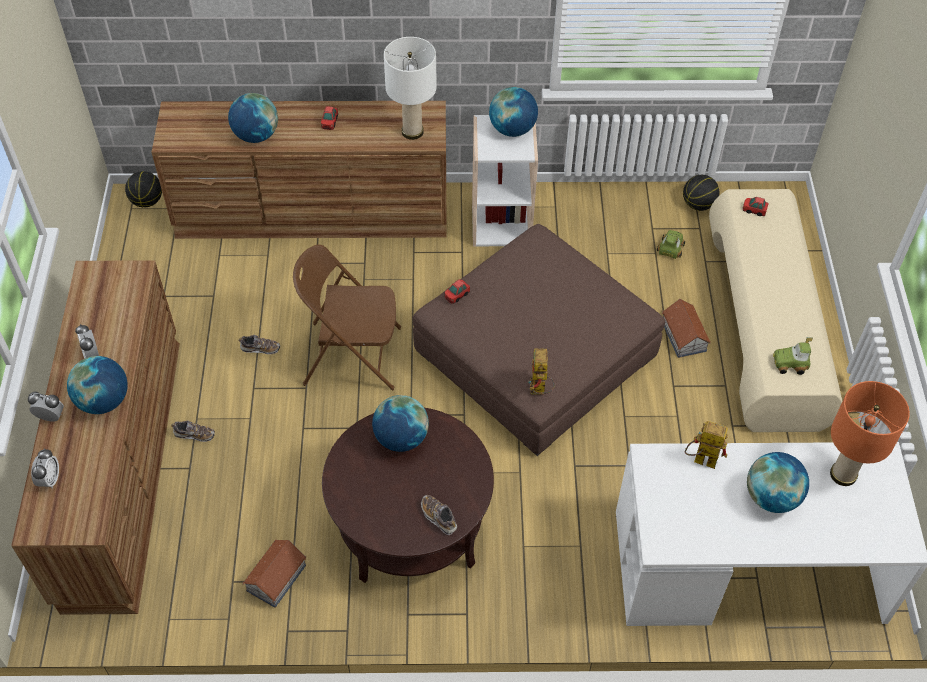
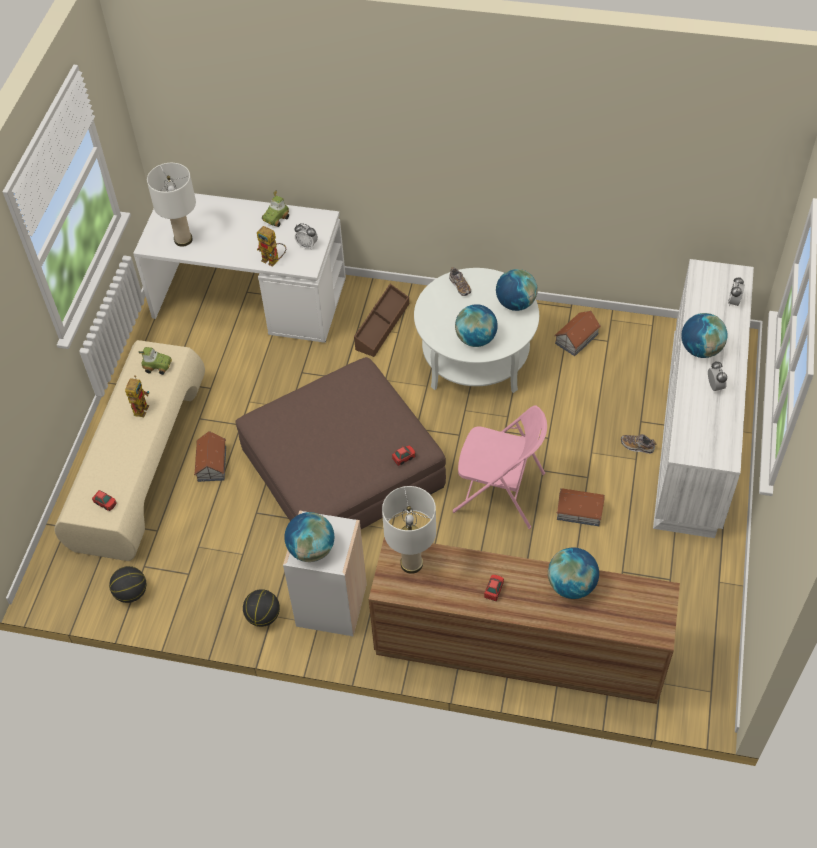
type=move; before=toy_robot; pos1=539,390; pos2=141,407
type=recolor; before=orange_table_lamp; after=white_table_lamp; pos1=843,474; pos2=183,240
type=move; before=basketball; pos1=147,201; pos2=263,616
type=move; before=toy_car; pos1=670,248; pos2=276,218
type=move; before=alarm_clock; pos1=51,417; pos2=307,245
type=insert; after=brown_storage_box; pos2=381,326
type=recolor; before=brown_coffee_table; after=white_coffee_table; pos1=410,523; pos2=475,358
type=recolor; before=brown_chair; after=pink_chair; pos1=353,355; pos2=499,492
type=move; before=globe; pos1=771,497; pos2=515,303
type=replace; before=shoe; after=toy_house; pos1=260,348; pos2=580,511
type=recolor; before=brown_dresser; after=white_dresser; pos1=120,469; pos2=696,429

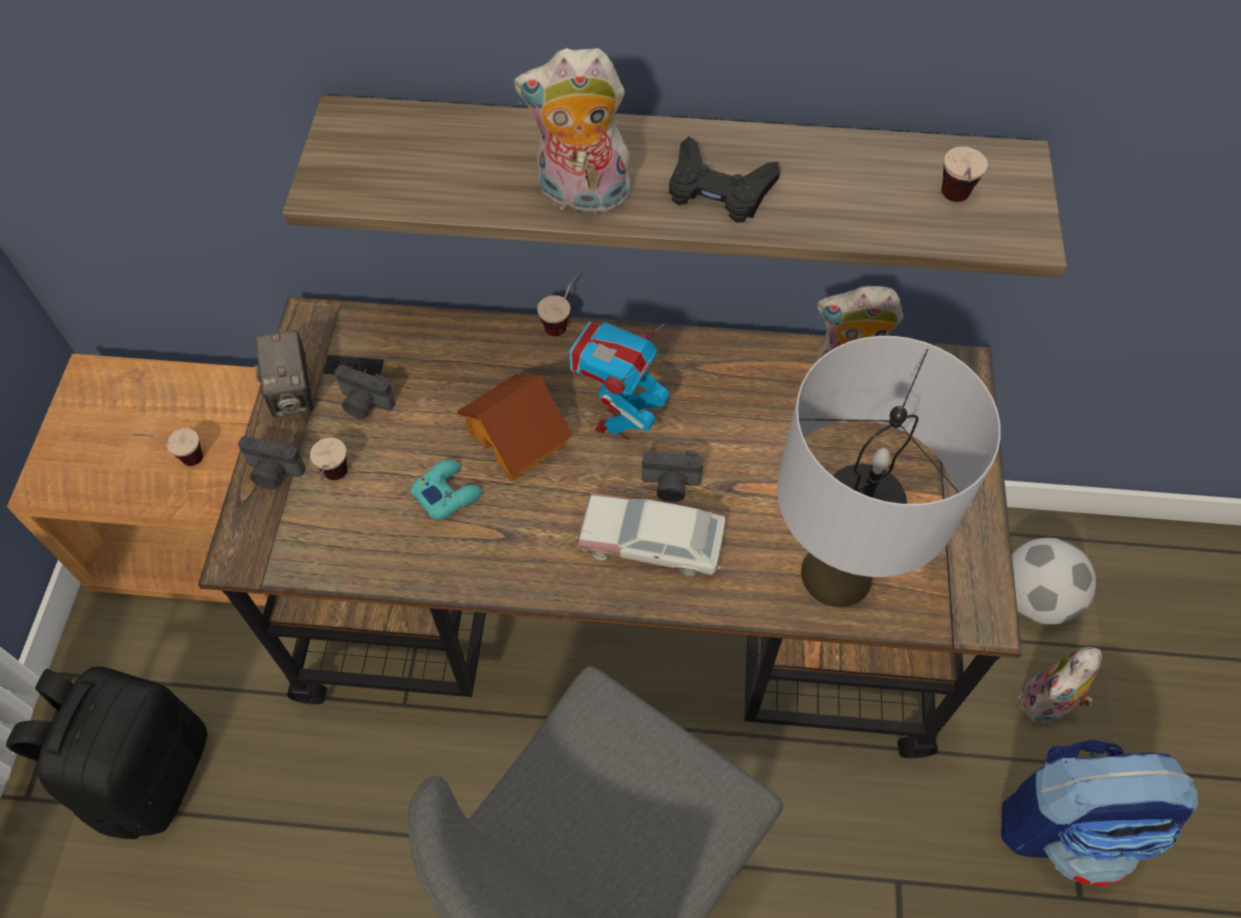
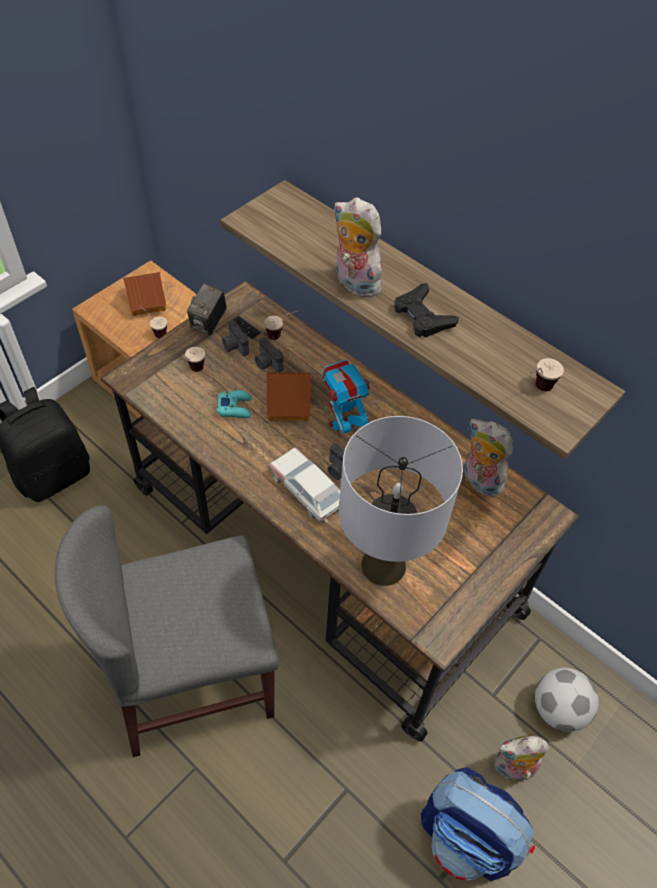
type=insert; after=toy_house; pos2=145,301
type=move; before=photo_camera; pos1=273,473; pos2=267,363
type=move; before=cup; pos1=564,320; pos2=281,334

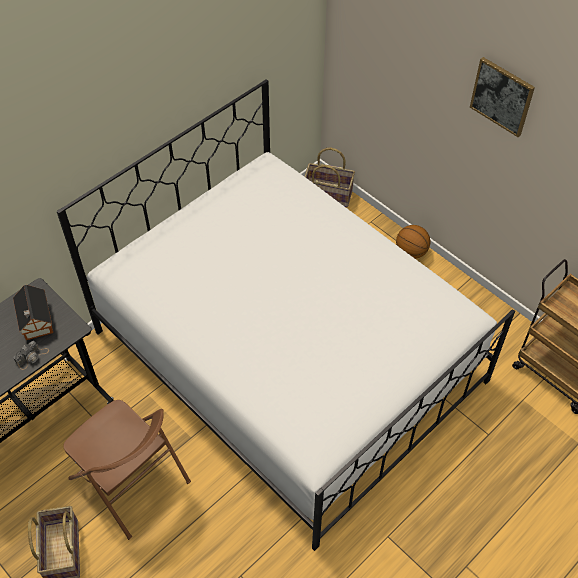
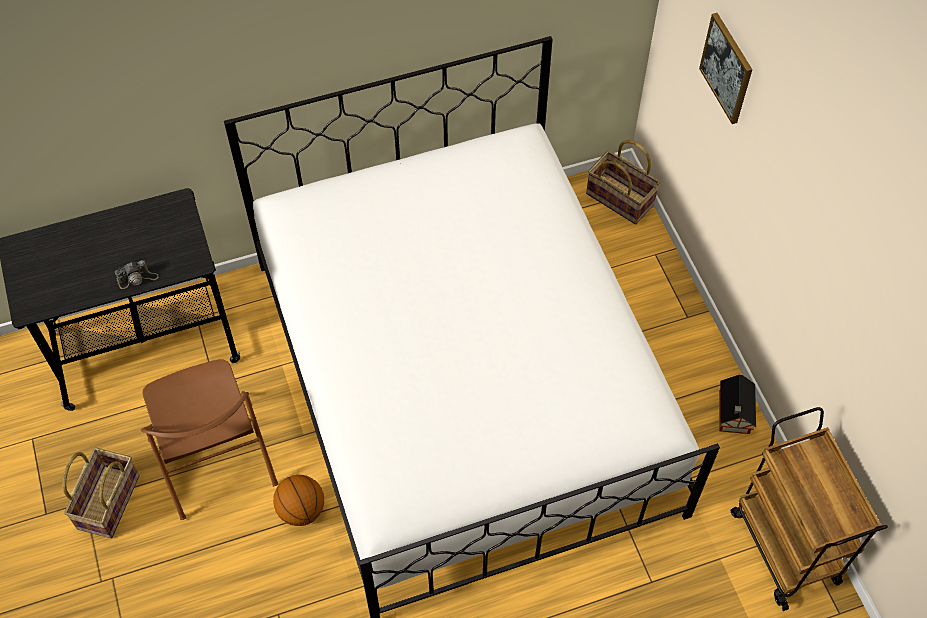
type=move; before=basketball; pos1=411,252; pos2=301,510
type=move; before=picture; pos1=502,96; pos2=727,68
type=move; before=toy_house; pos1=36,322; pos2=733,414

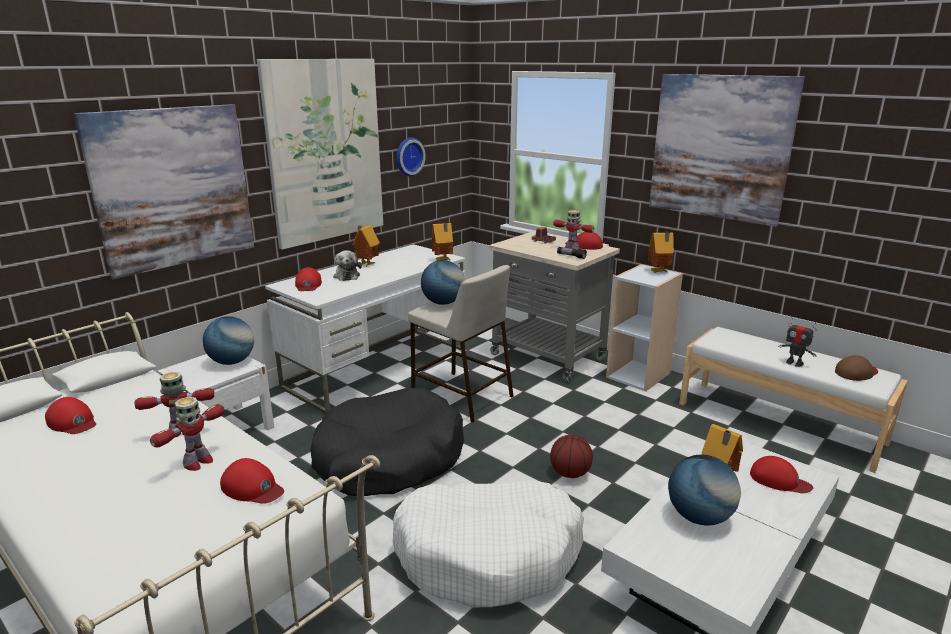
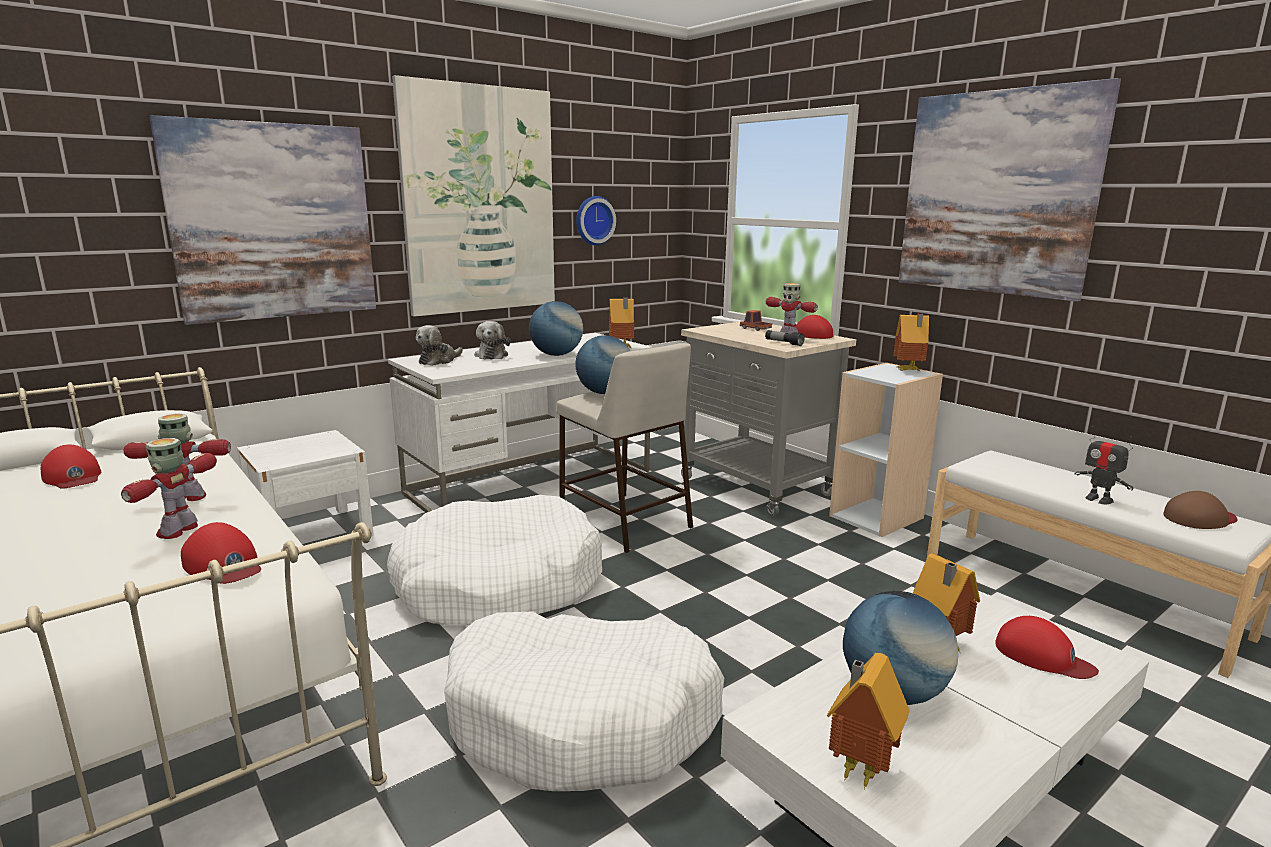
type=rotate; before=toy_robot; pos1=197,462; pos2=179,530; turn=150
type=recolor; before=black_dog_bed; after=white_dog_bed; pos1=389,458; pos2=498,584
type=replace; before=red_cap; after=plush_toy; pos1=308,285; pos2=438,361
type=move; before=globe; pos1=232,362; pos2=556,355
type=move; before=toy_house; pos1=366,265; pos2=857,769
type=delete; before=basketball; pos1=570,473

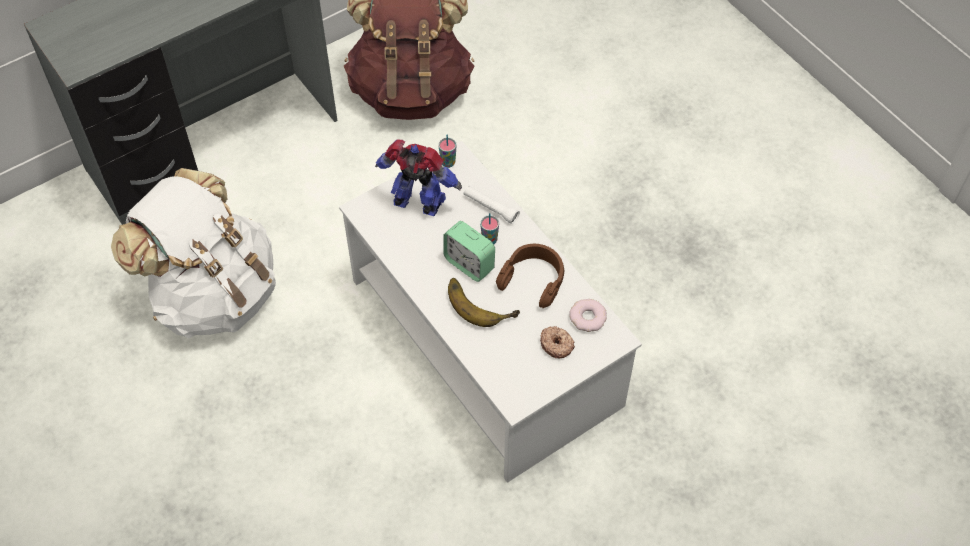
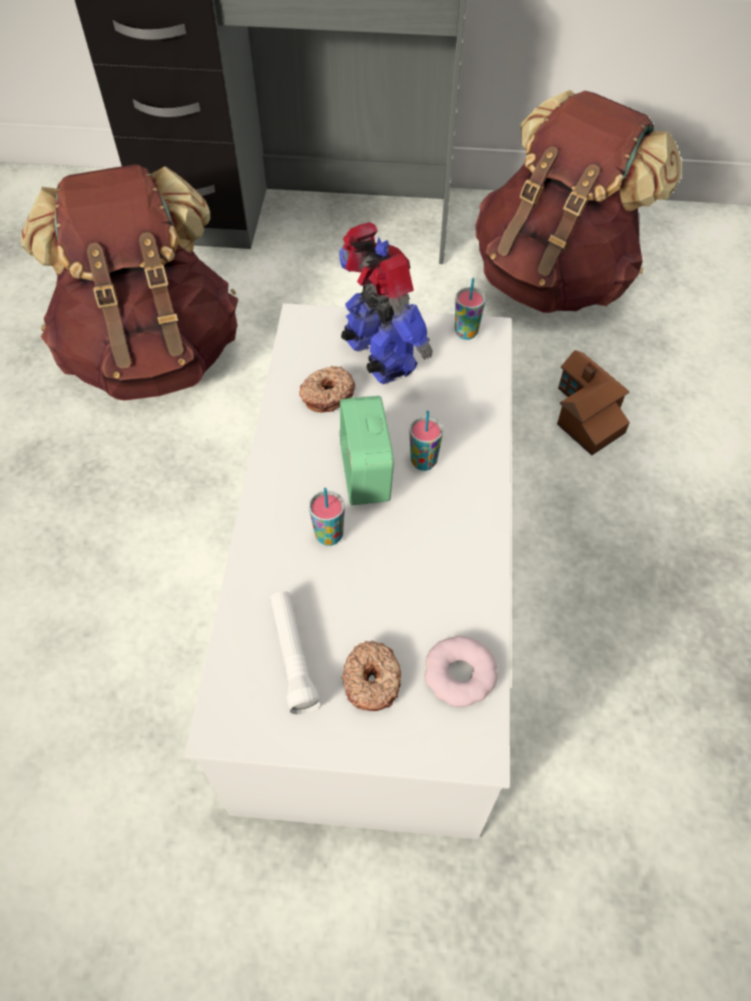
type=recolor; before=white_backpack; after=brown_backpack; pos1=214,294; pos2=154,354
type=move; before=white_flashlight; pos1=490,208; pos2=293,656
type=insert; after=donut; pos2=327,394
type=replace; before=banana; after=cup; pos1=481,302; pos2=329,535
type=insert; after=toy_house; pos2=585,414
type=delete; before=brown_headphones; pos1=533,279

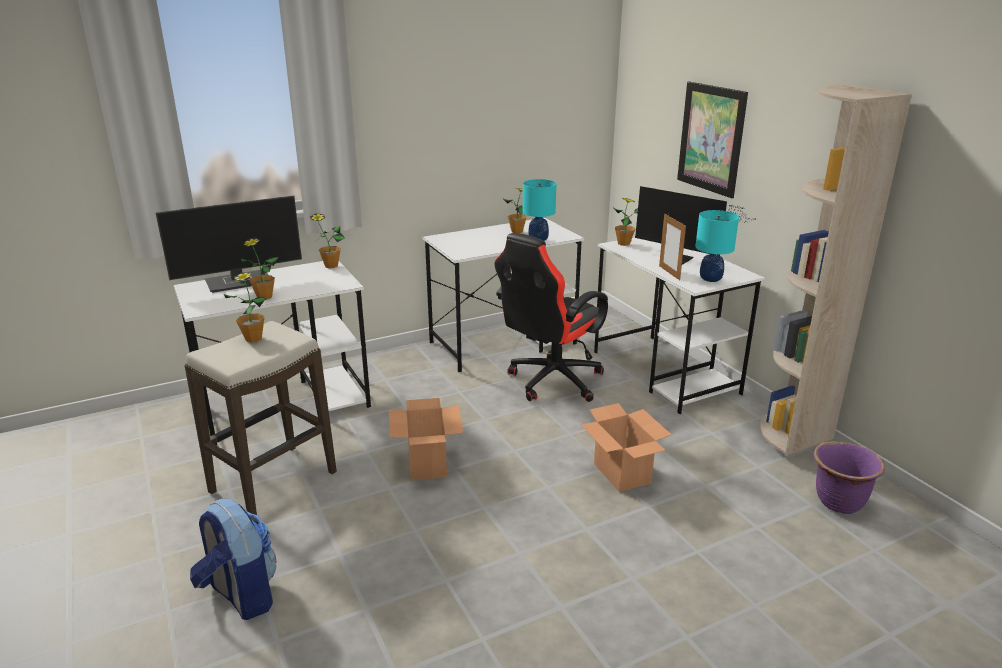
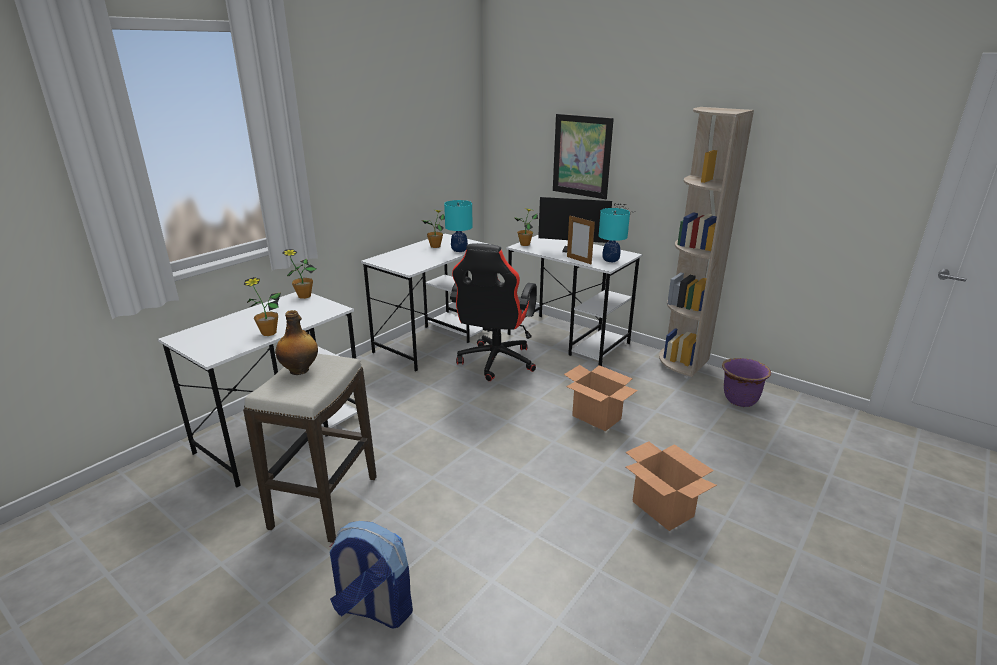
type=replace; before=potted_plant; after=bottle; pos1=253,338; pos2=300,370
type=move; before=cardboard_box; pos1=427,463; pos2=661,508
type=delete; before=monitor; pos1=240,281

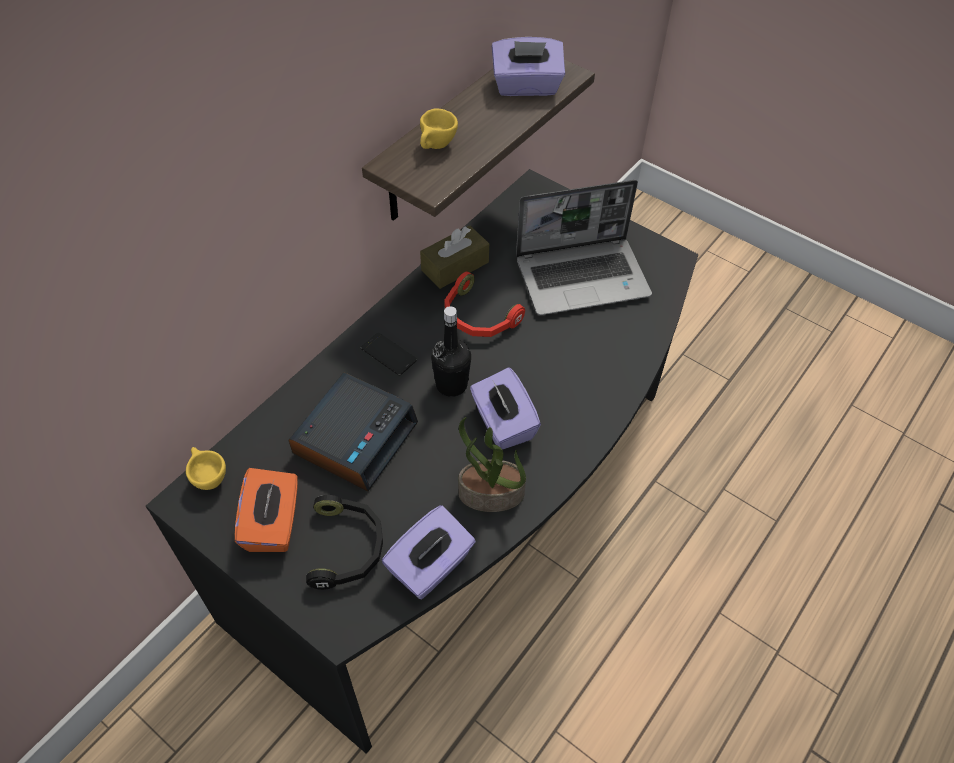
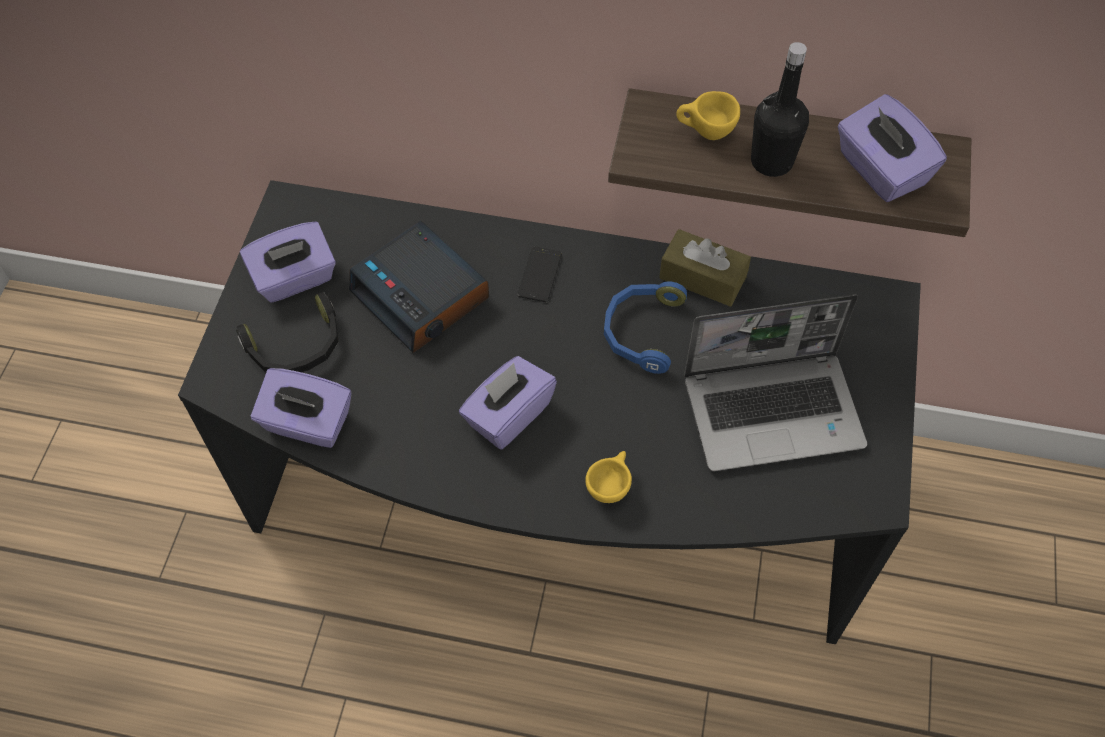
type=recolor; before=orange_tissue_box; after=purple_tissue_box; pos1=273,524; pos2=295,279
type=rotate; before=alarm_clock; pos1=355,437; pos2=422,295; turn=45
type=move; before=yellow_cup; pos1=208,478; pos2=609,487
type=recolor; before=red_headphones; after=blue_headphones; pos1=478,317; pos2=641,331
type=rotate; before=laptop; pos1=583,277; pos2=774,410; turn=-60
type=move; before=black_bottle; pos1=451,385; pos2=771,162
type=delete; before=potted_plant; pos1=490,495

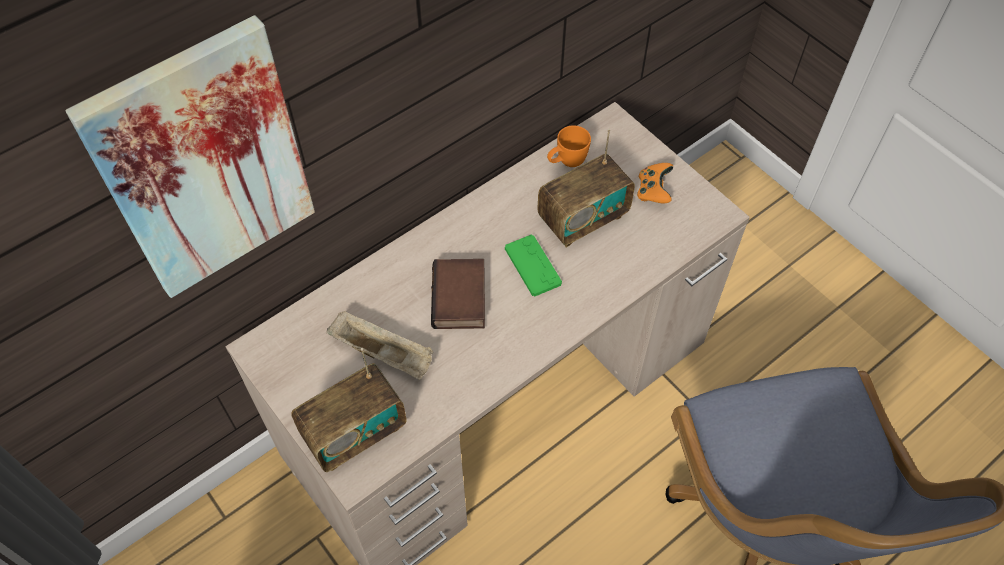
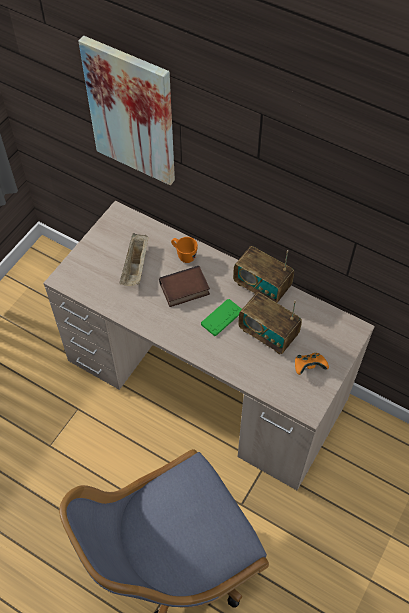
type=move; before=orange_mug; pos1=566,163; pos2=183,256
type=move; before=radio; pos1=355,433; pos2=262,287

